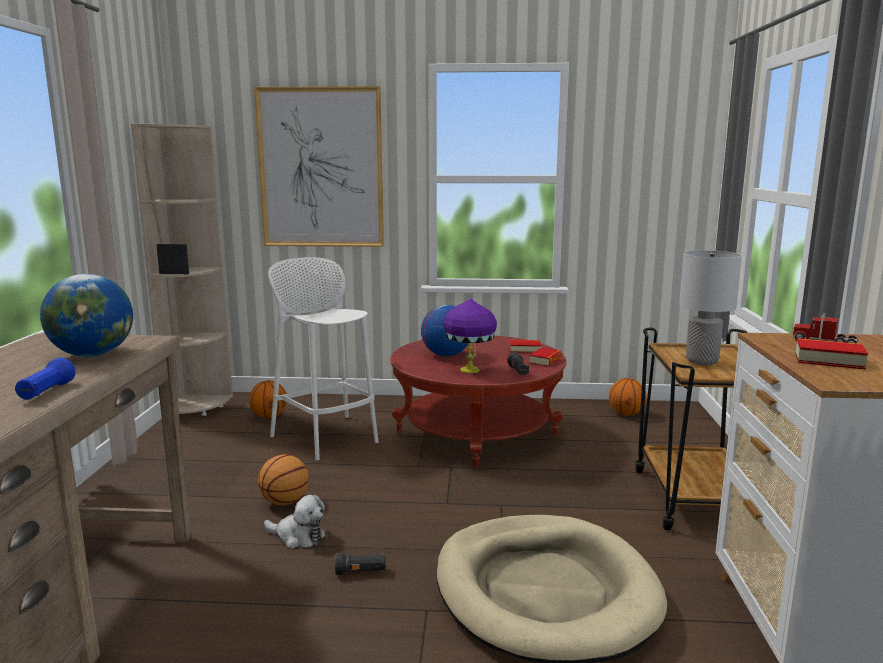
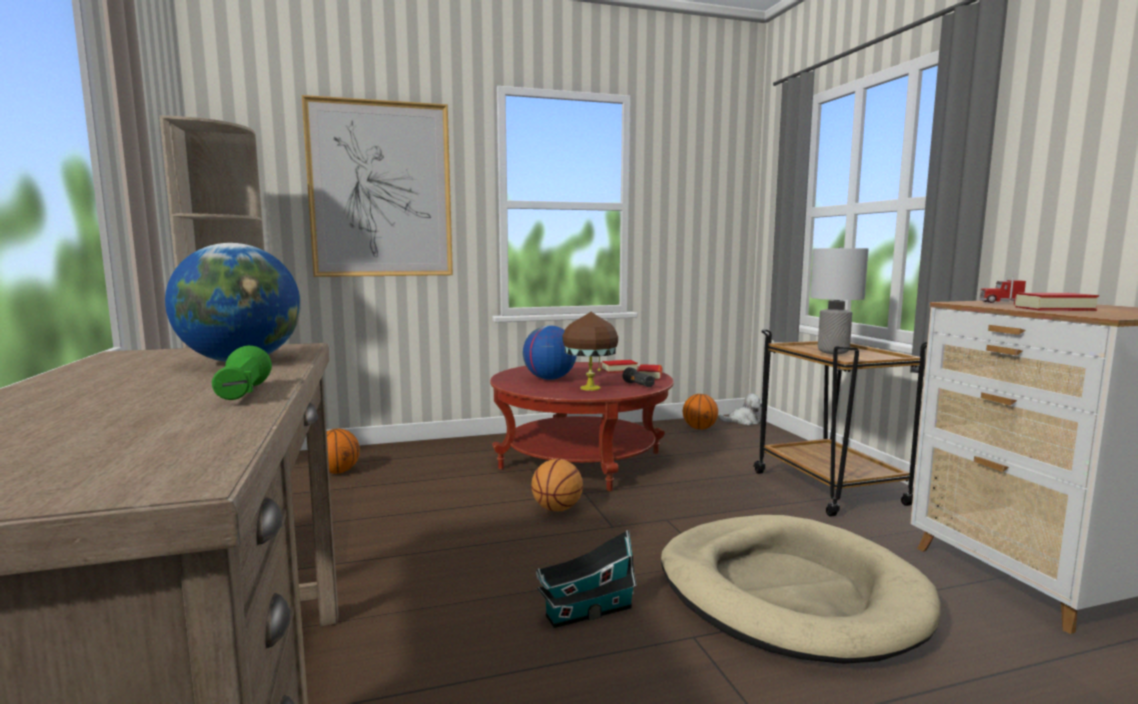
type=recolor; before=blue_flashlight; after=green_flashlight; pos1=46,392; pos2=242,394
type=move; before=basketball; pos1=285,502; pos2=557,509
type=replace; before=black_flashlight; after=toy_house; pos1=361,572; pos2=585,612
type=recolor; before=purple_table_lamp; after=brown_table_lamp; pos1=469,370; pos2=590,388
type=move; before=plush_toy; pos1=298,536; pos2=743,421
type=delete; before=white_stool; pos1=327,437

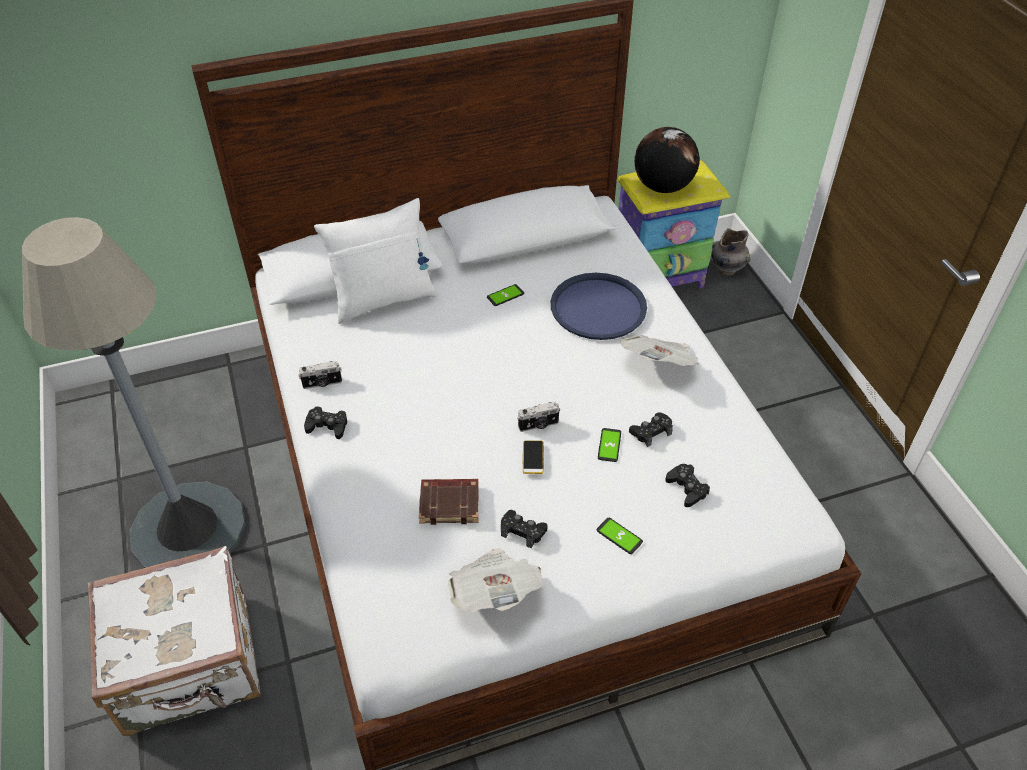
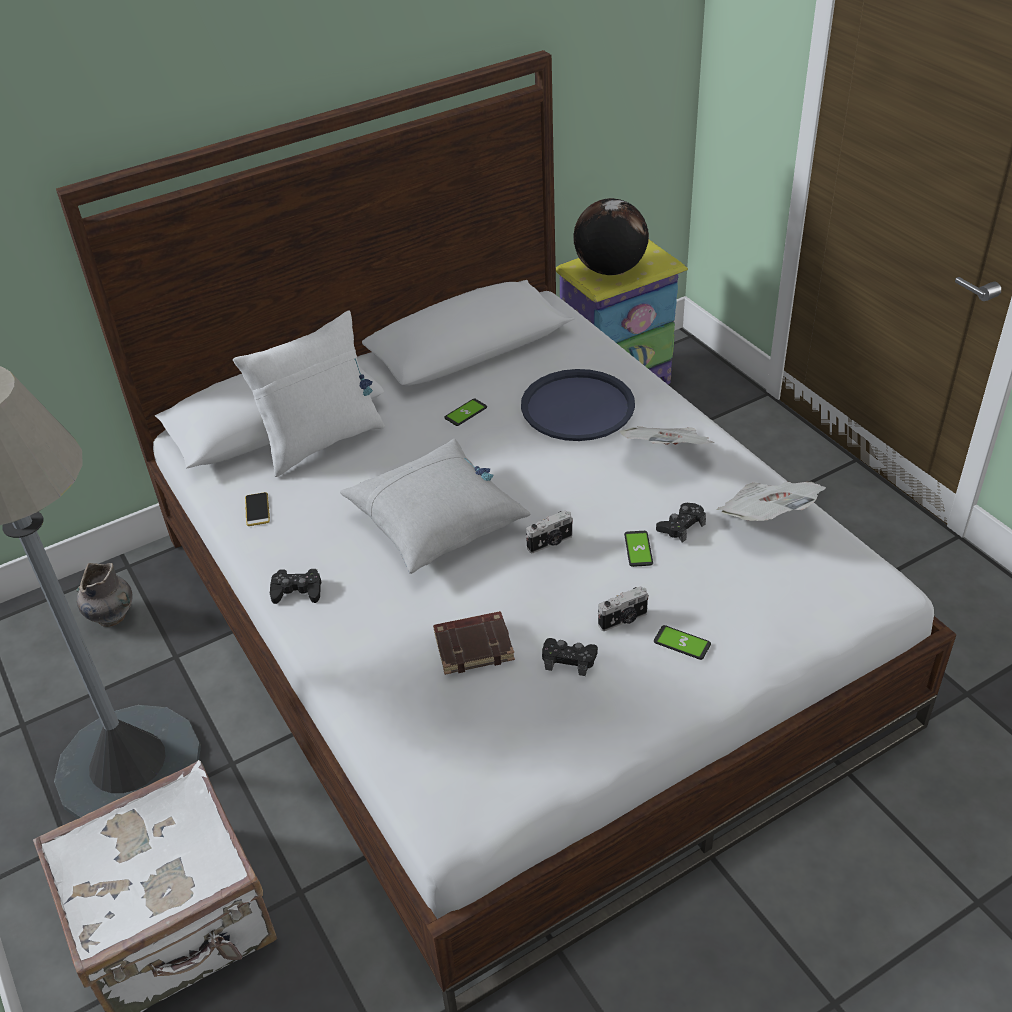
type=move; before=grey_vase; pos1=726,269; pos2=111,616
type=move; before=phone; pos1=533,457; pos2=257,509
type=insert; after=grey_pillow; pos2=436,523
type=move; before=photo_camera; pos1=322,384; pos2=623,620
type=move; before=newspaper; pos1=494,593; pos2=766,518
type=delete; before=black_game_controller; pos1=687,488

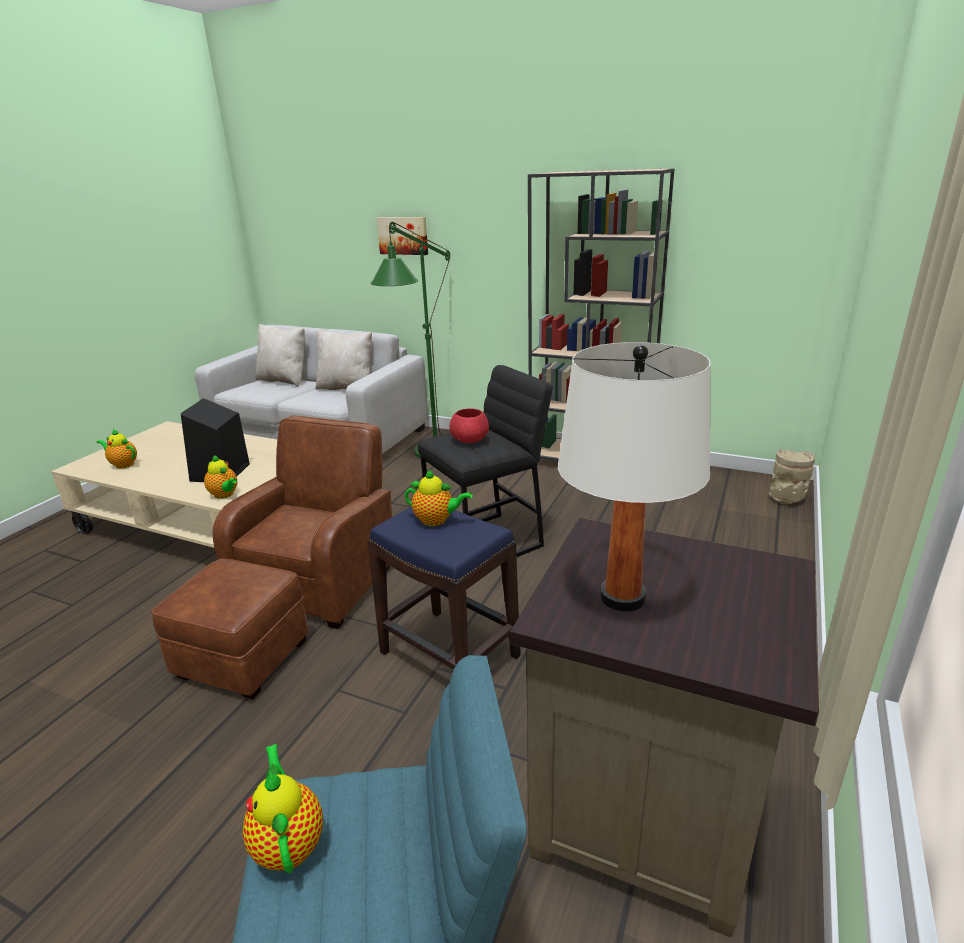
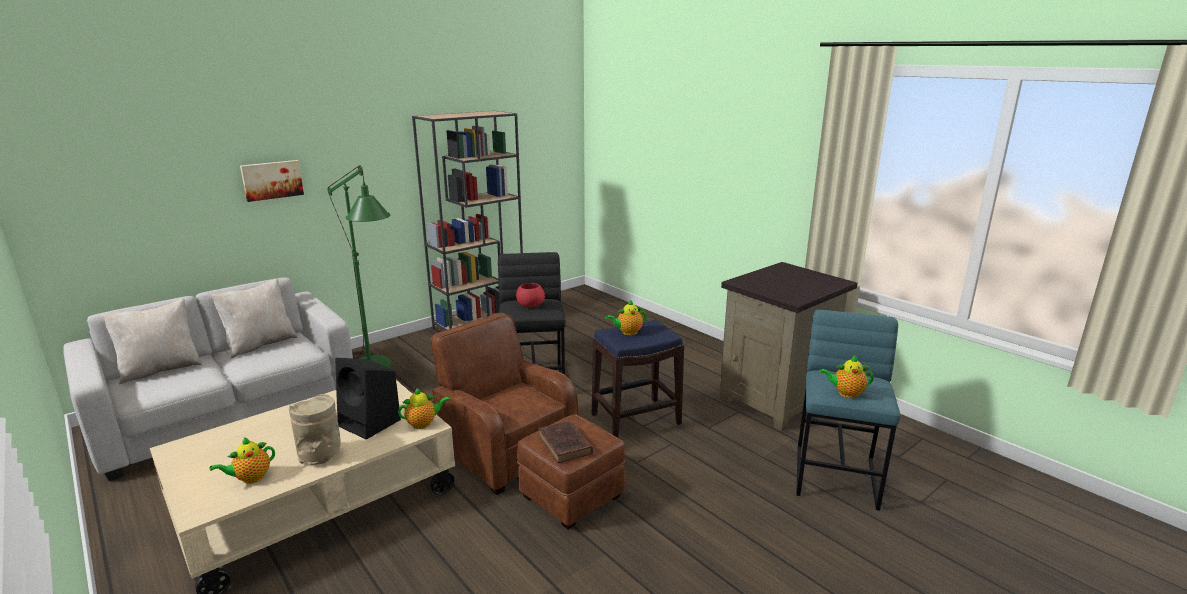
type=move; before=beige_vase; pos1=786,499; pos2=320,456
type=insert; after=brown_book; pos2=565,445
type=rotate; before=teapot; pos1=436,520; pos2=627,332; turn=-150
type=delete; before=white_table_lamp; pos1=623,597

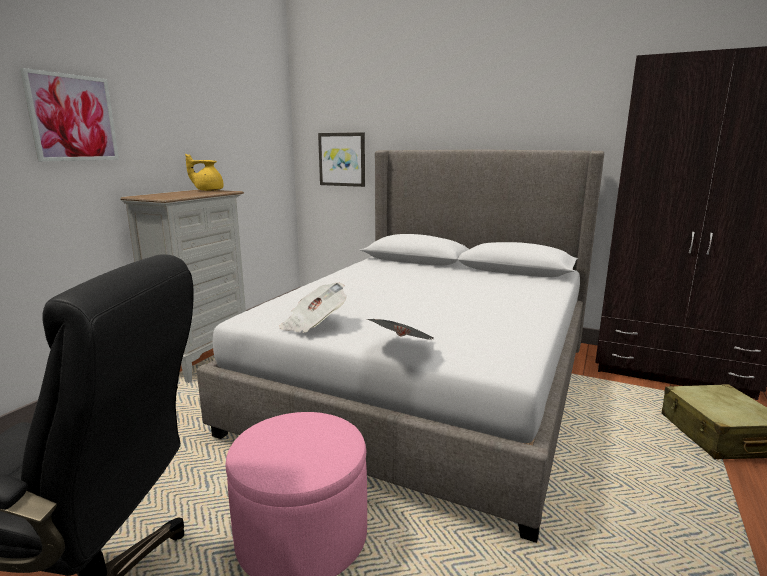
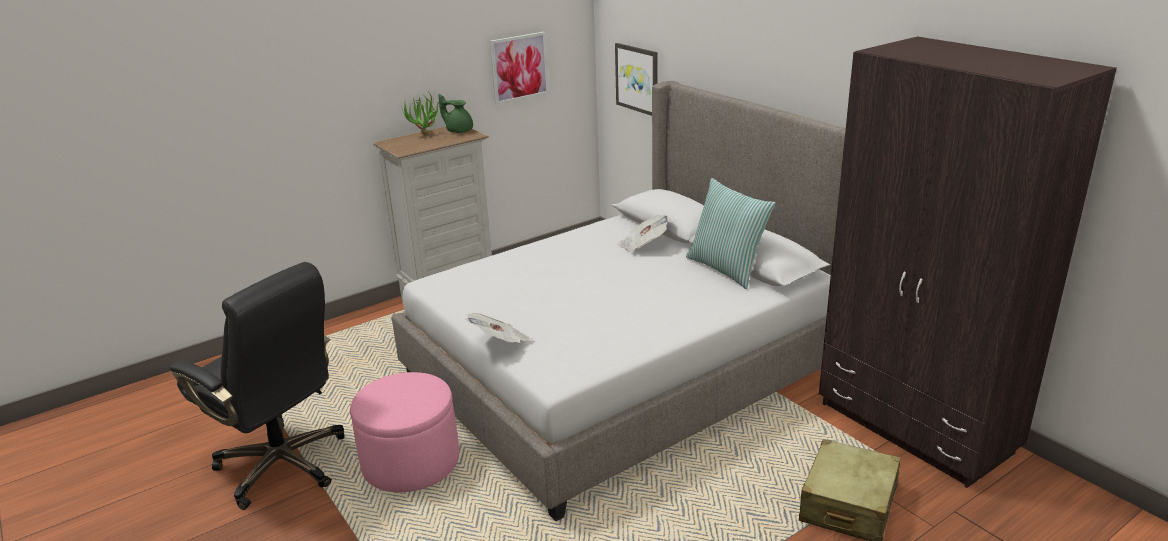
type=insert; after=potted_plant; pos2=425,135
type=recolor; before=yellow_teapot; after=green_teapot; pos1=208,190; pos2=458,130
type=move; before=picture; pos1=72,118; pos2=519,67
type=move; before=newspaper; pos1=313,324; pos2=643,245
type=insert; after=pillow; pos2=726,269

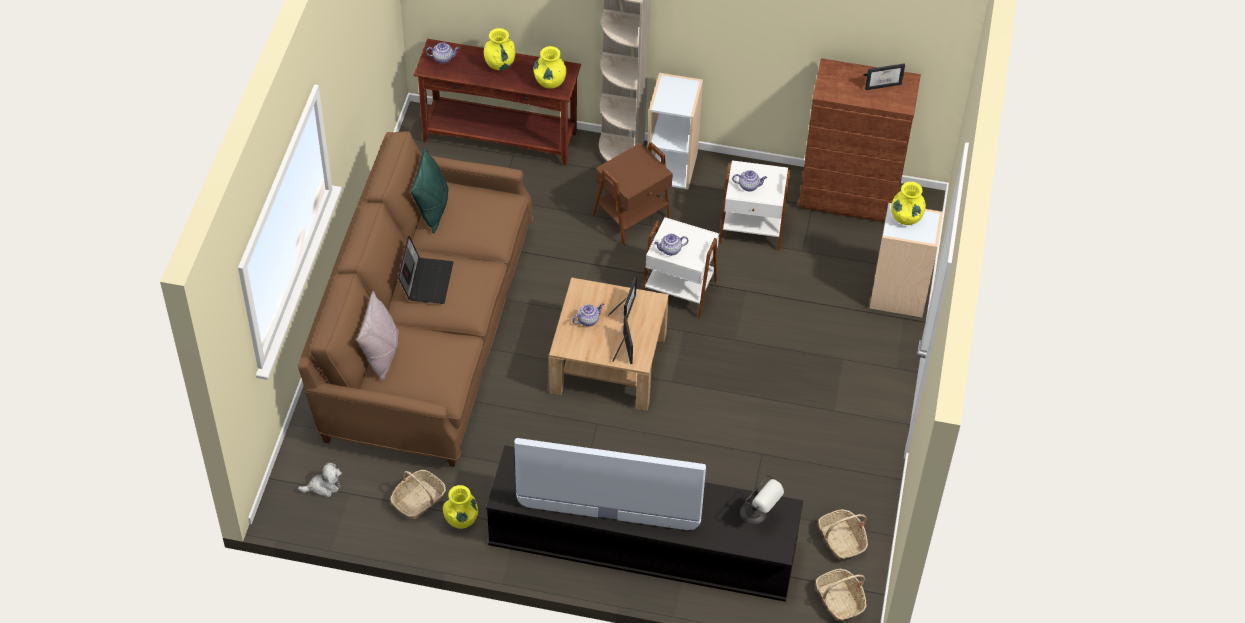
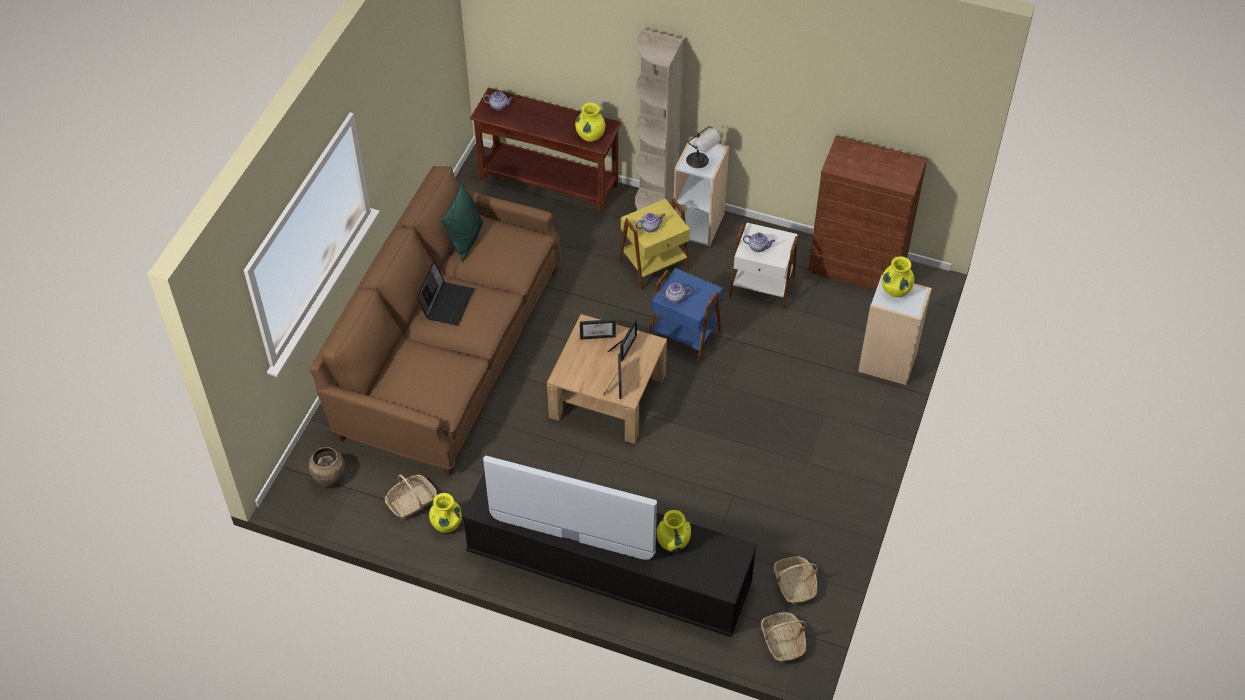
type=replace; before=plush_toy; after=brown_vase; pos1=323,486; pos2=329,479
type=move; before=picture_frame; pos1=882,84; pos2=598,334
type=recolor; before=brown_side_table; after=yellow_side_table; pos1=632,217; pos2=654,266
type=move; before=teapot; pos1=588,320; pos2=650,227
type=recolor; before=white_side_table; after=blue_side_table; pos1=679,289; pos2=685,335
type=move; before=yellow_vase; pos1=500,63; pos2=673,542
type=move; before=table_lamp; pos1=759,515; pos2=701,162
type=delete; before=purple_pillow; pos1=382,355

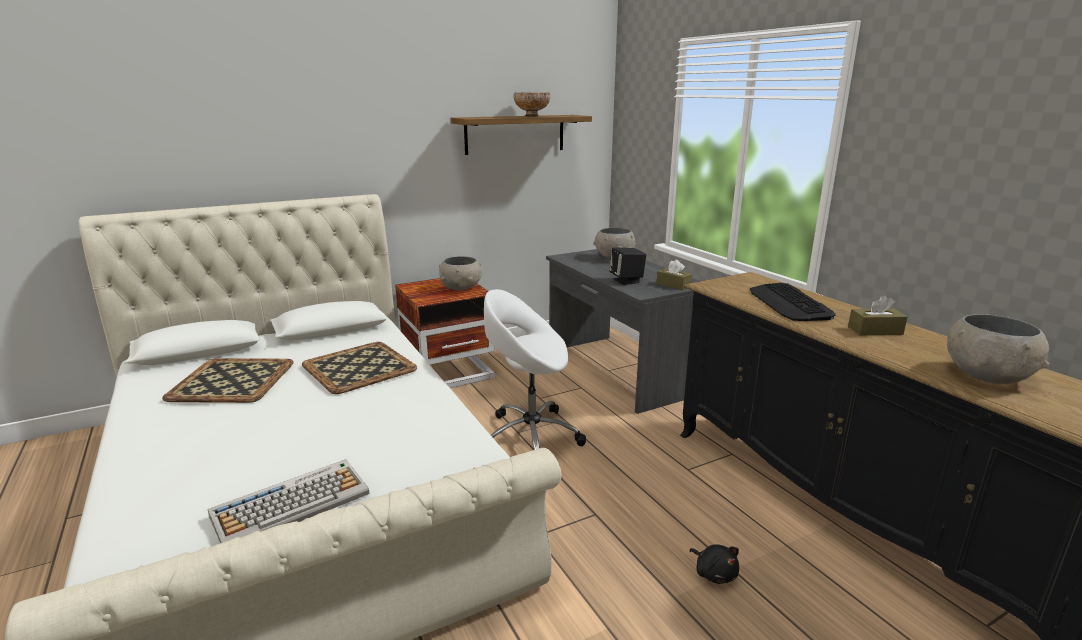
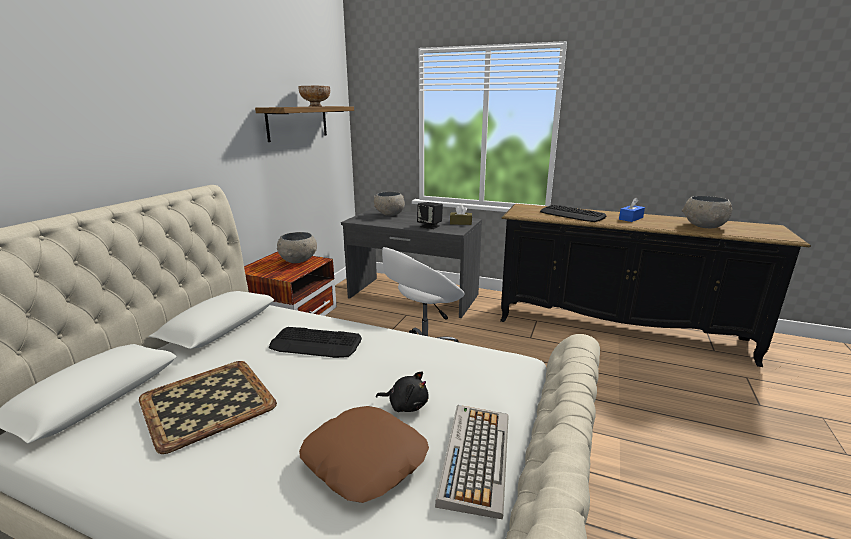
type=replace; before=tray; after=keyboard; pos1=360,367; pos2=316,343
type=insert; after=brown_pillow; pos2=365,459
type=move; before=black_plush_toy; pos1=714,573; pos2=406,405
type=recolor; before=brown_tissue_box; after=blue_tissue_box; pos1=875,330; pos2=631,218

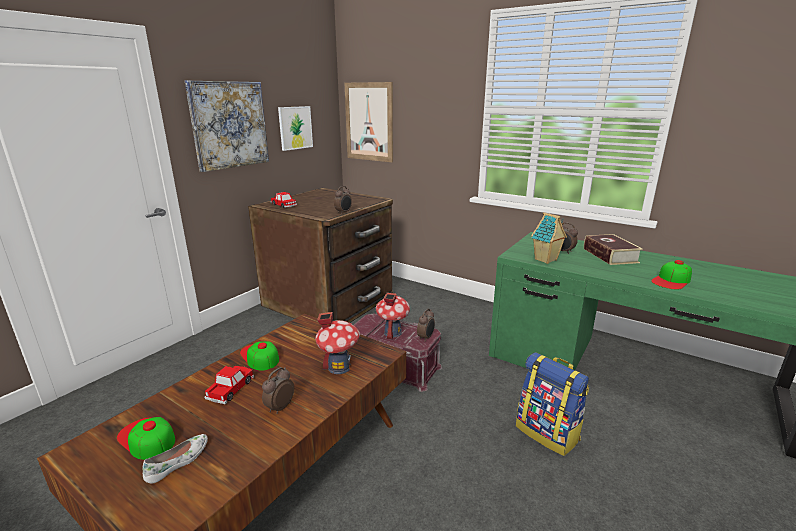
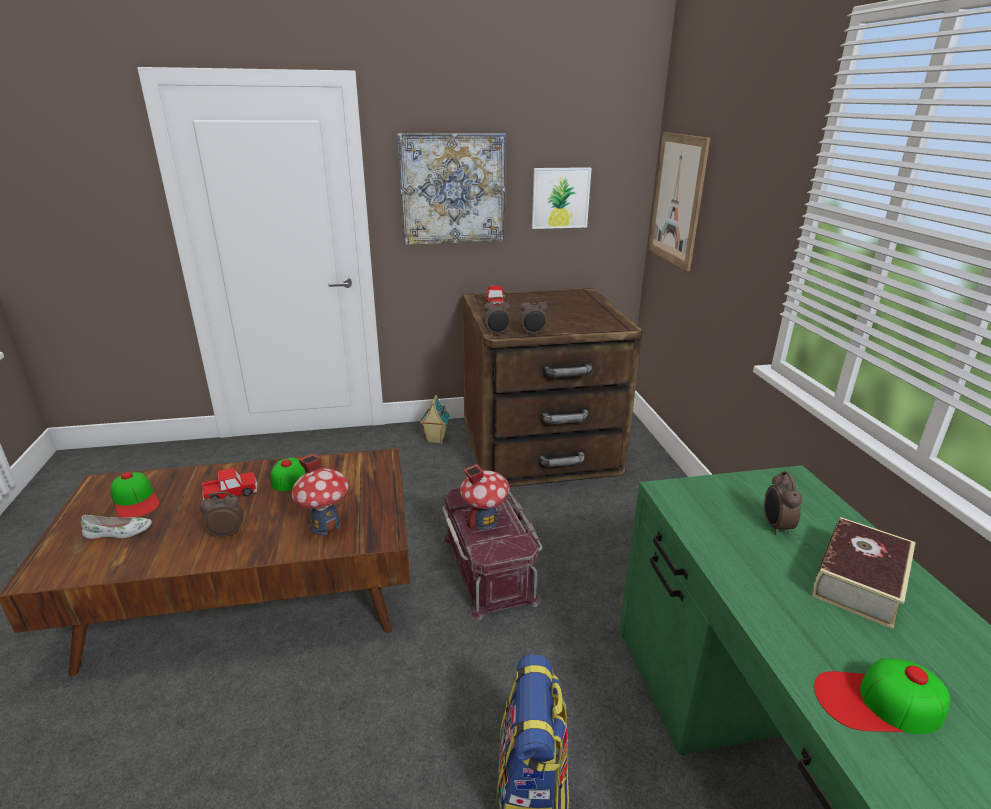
type=rotate; before=cap; pos1=146,438; pos2=135,500; turn=150
type=move; before=toy_house; pos1=546,260; pos2=435,439
type=move; before=alarm_clock; pos1=426,337; pos2=496,334

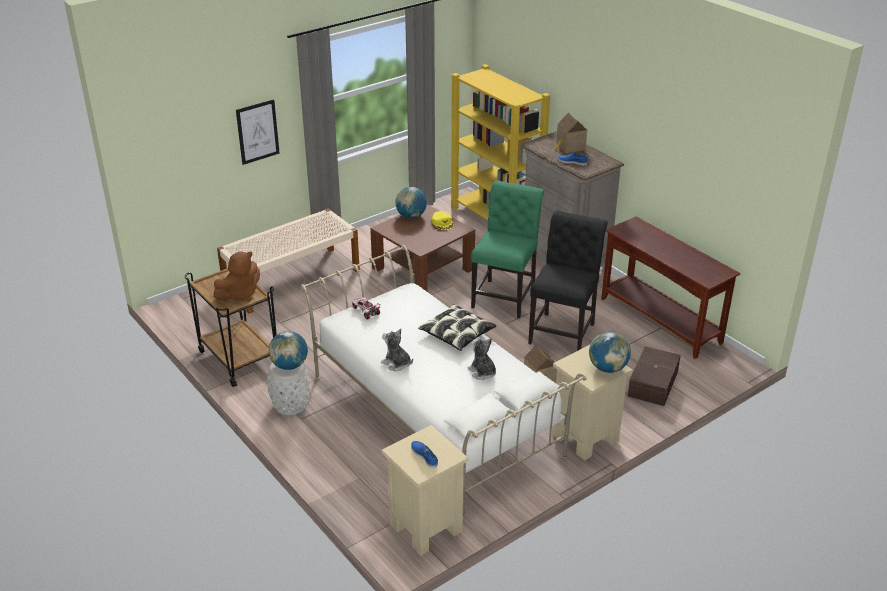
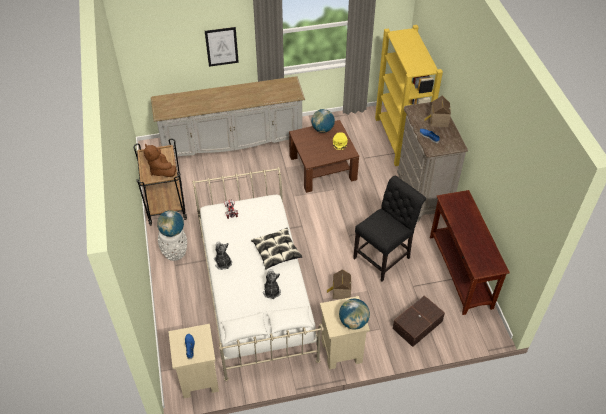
type=rotate; before=brown_plush_toy; pos1=240,294; pos2=161,170; turn=75
type=replace; before=beige_bench; after=grey_cabinet; pos1=291,279; pos2=233,148
type=delete; before=green_chair; pos1=505,296

